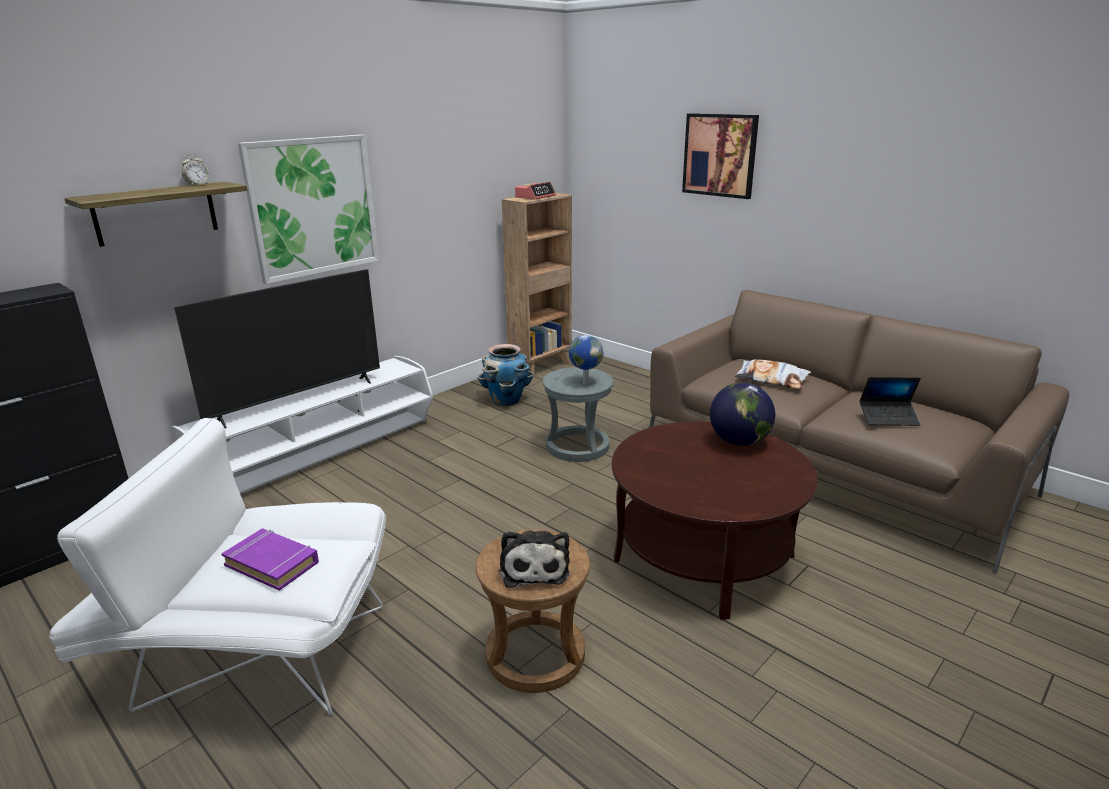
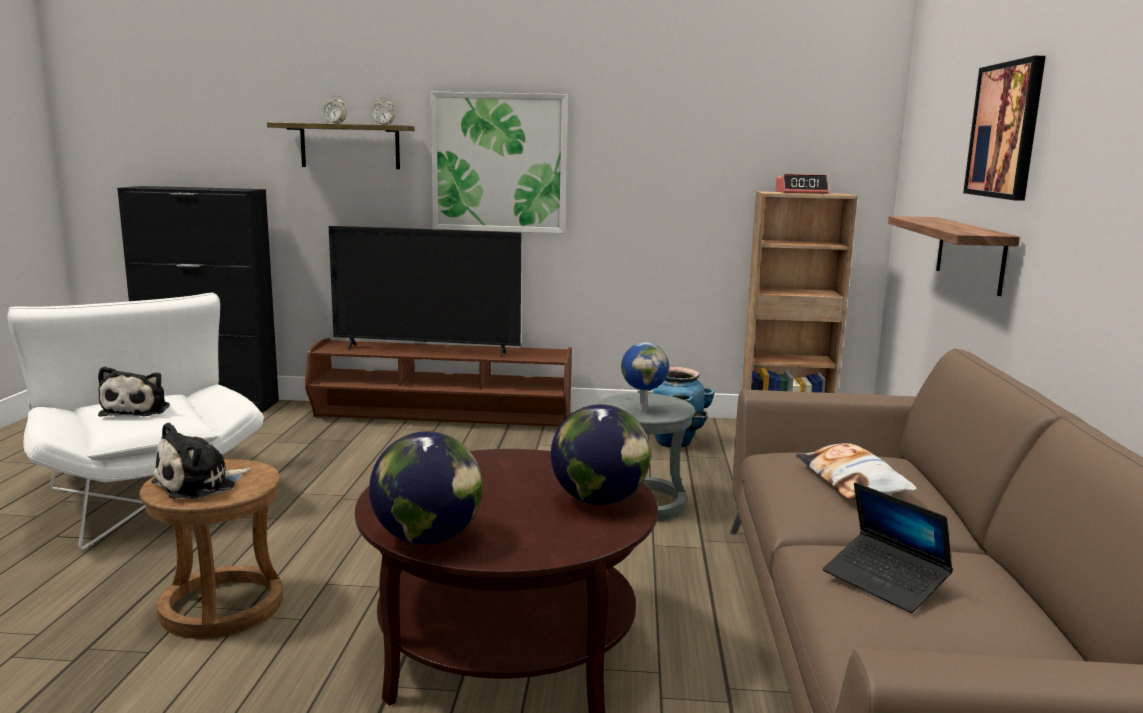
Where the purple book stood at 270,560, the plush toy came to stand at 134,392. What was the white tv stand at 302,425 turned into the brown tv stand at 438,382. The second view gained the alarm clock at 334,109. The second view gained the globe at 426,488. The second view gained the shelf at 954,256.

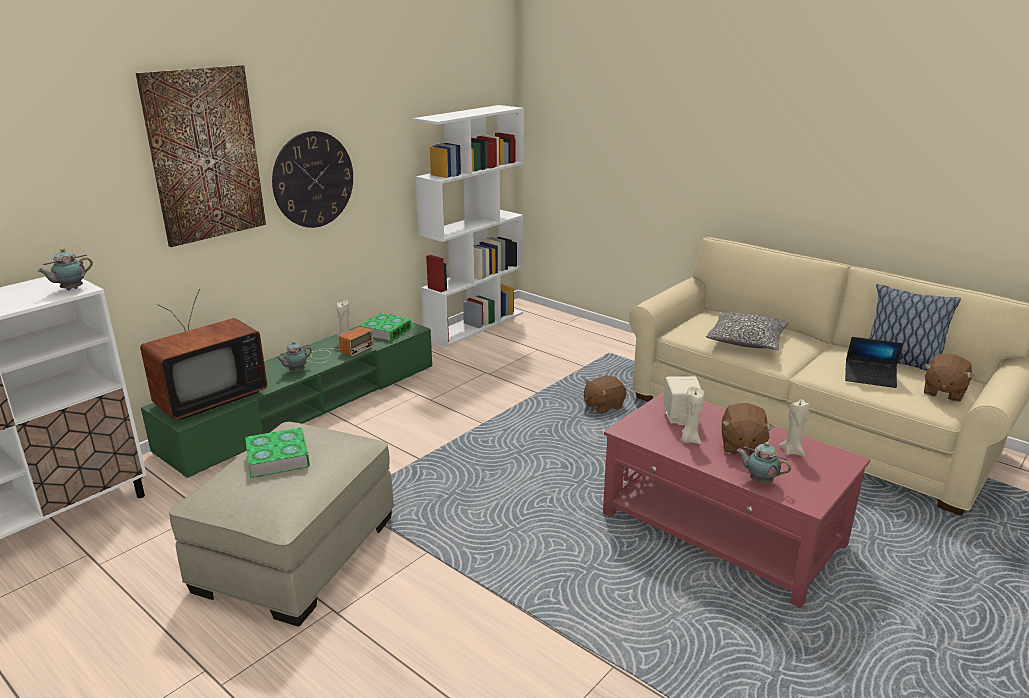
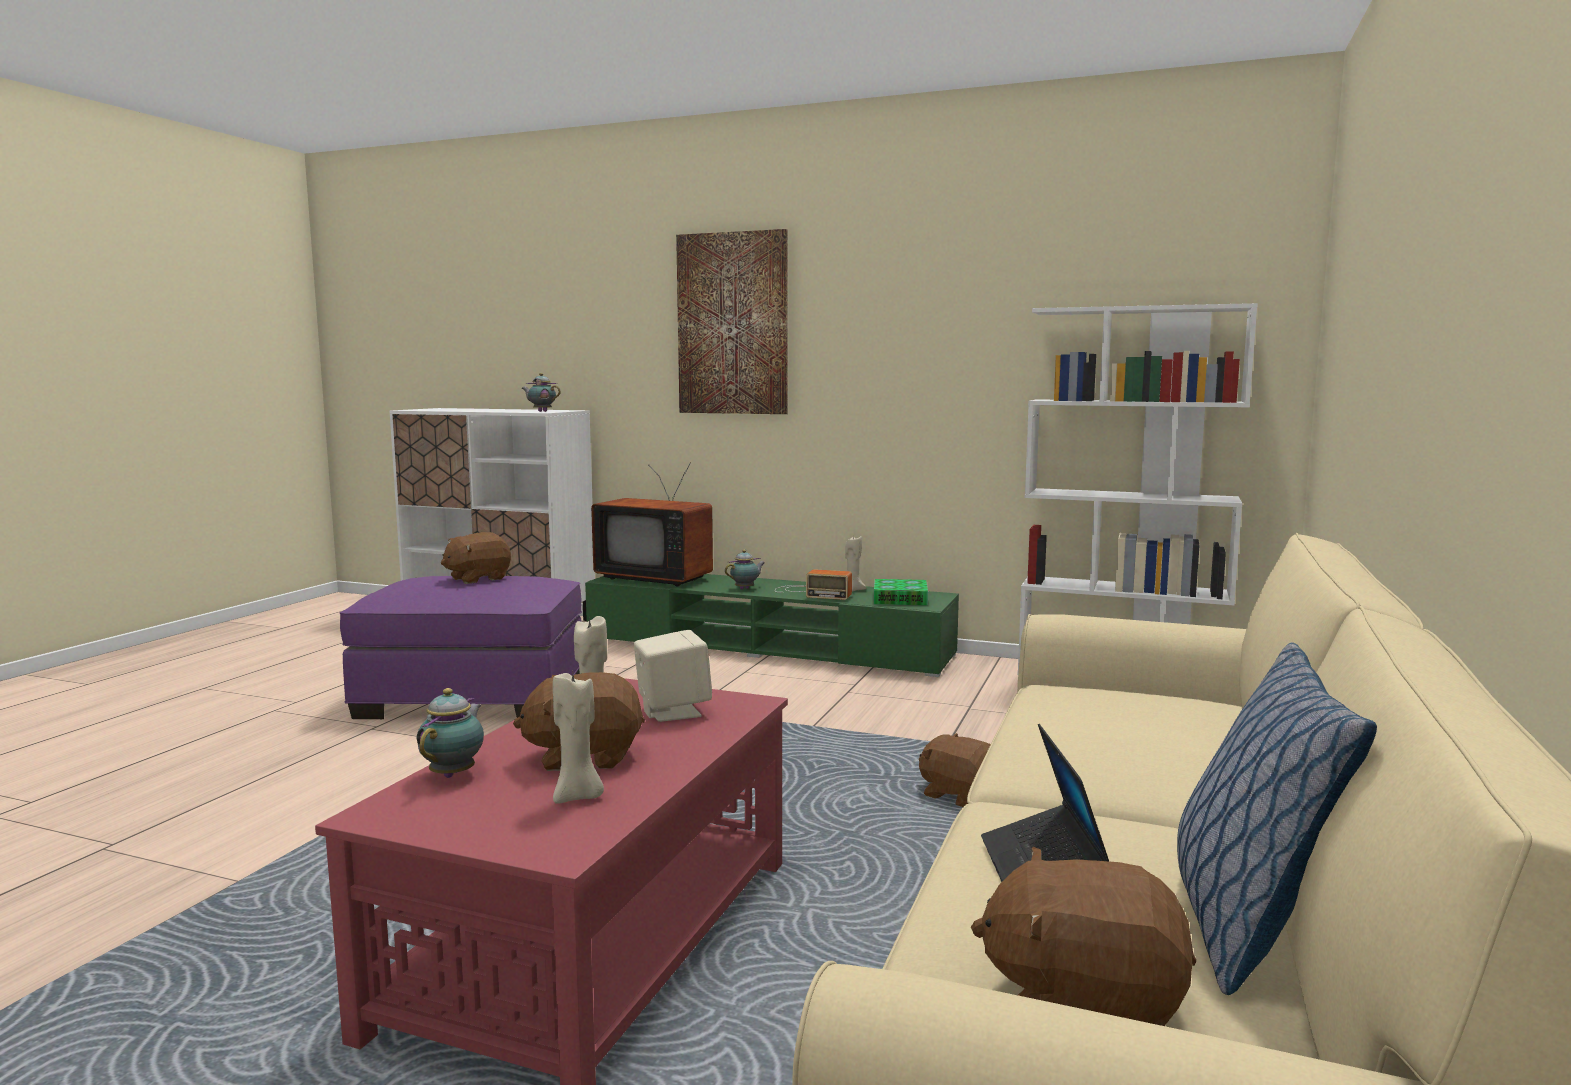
What was the beige ottoman at 281,524 turned into the purple ottoman at 460,647. Where the book stood at 277,453, the brown plush toy came to stand at 476,558. The teapot at 294,356 ended up facing another way, 120 degrees clockwise from before. The second view lost the wall clock at 312,179. The second view lost the pillow at 747,331.

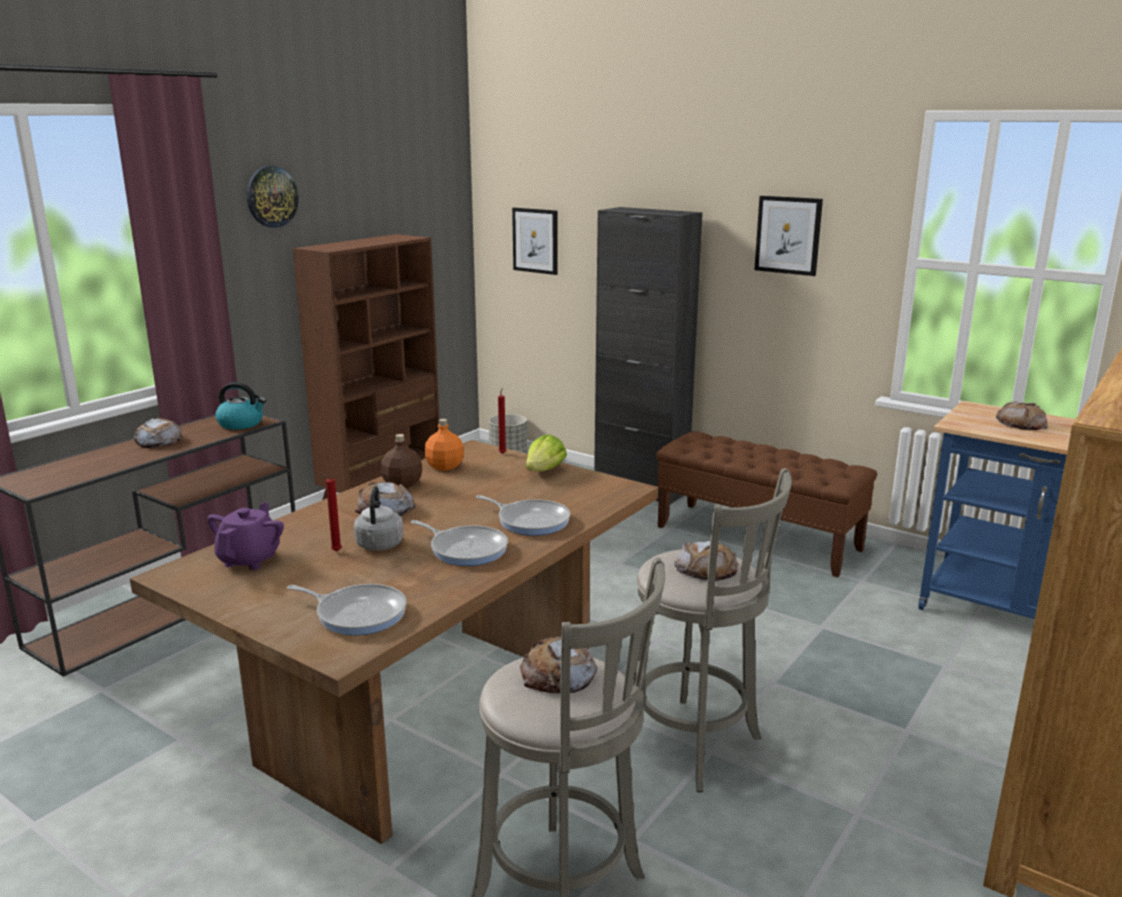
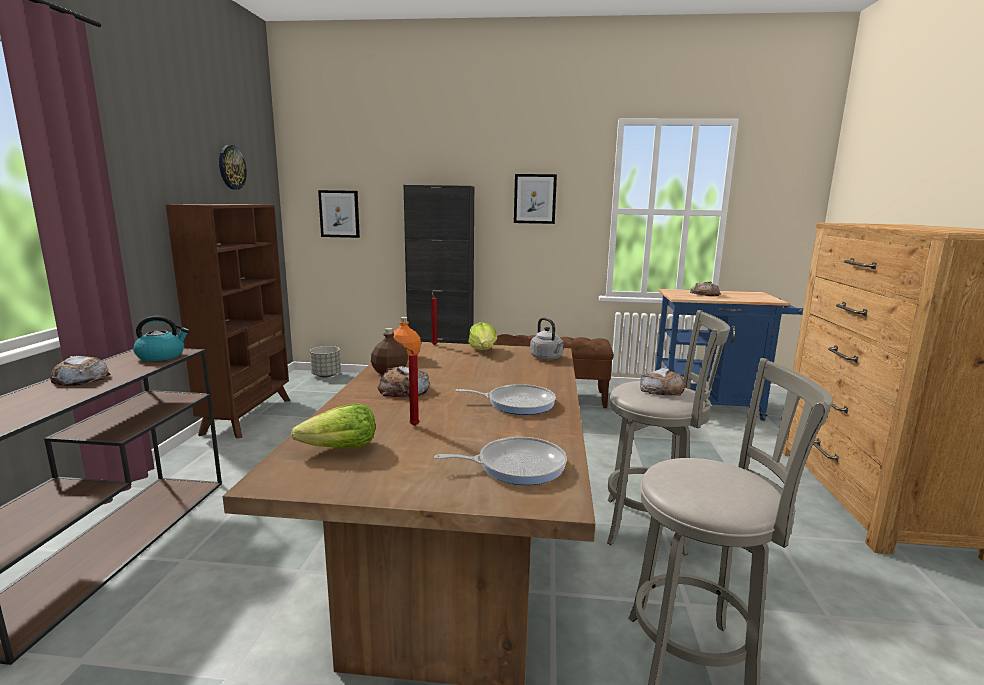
The wall clock ended up elsewhere, having gone from 273,197 to 233,167. Where the purple teapot stood at 245,536, the lettuce came to stand at 333,426. The grey kettle ended up elsewhere, having gone from 379,518 to 546,338. The second view lost the frying pan at 523,515. The second view lost the bread at 558,665.

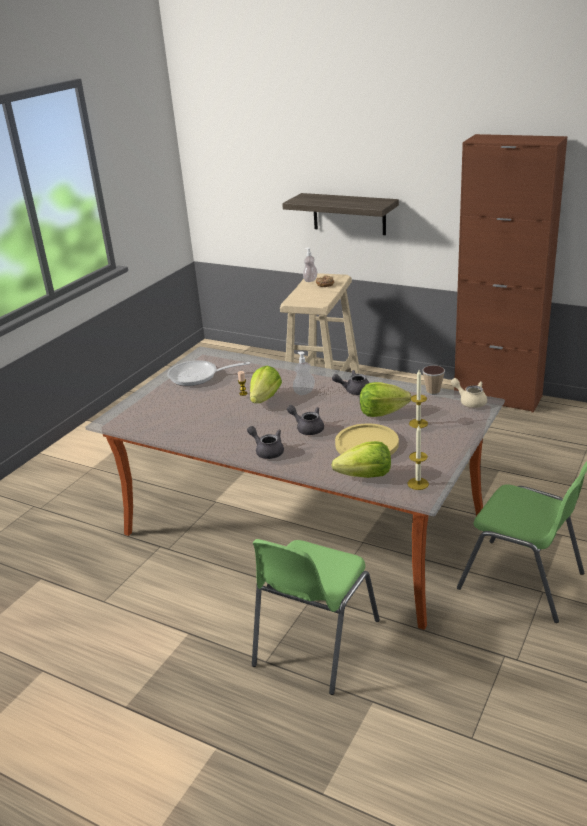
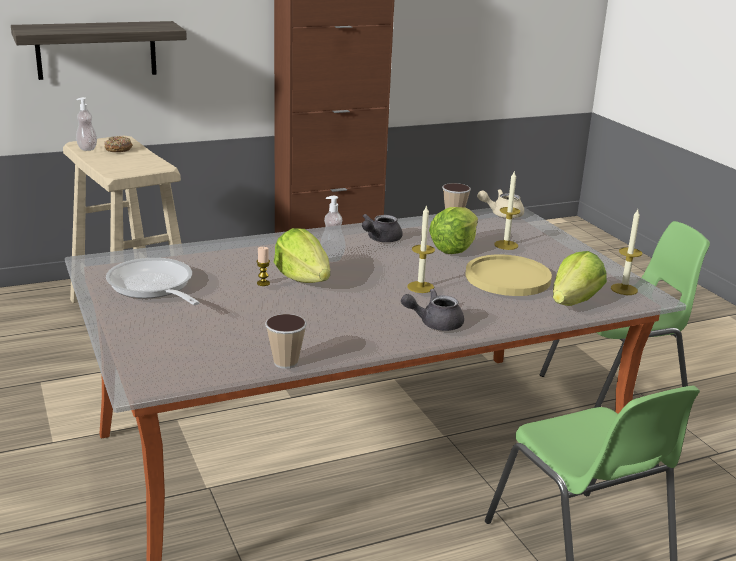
The frying pan at 208,373 ended up facing another way, 105 degrees clockwise from before. The second view gained the cup at 286,341. Where the grey teapot stood at 305,420, the candle came to stand at 421,249.

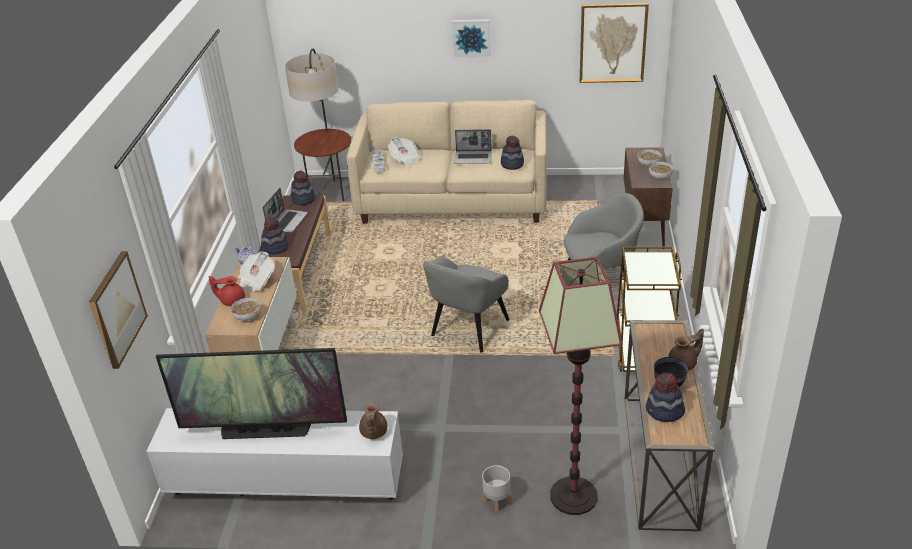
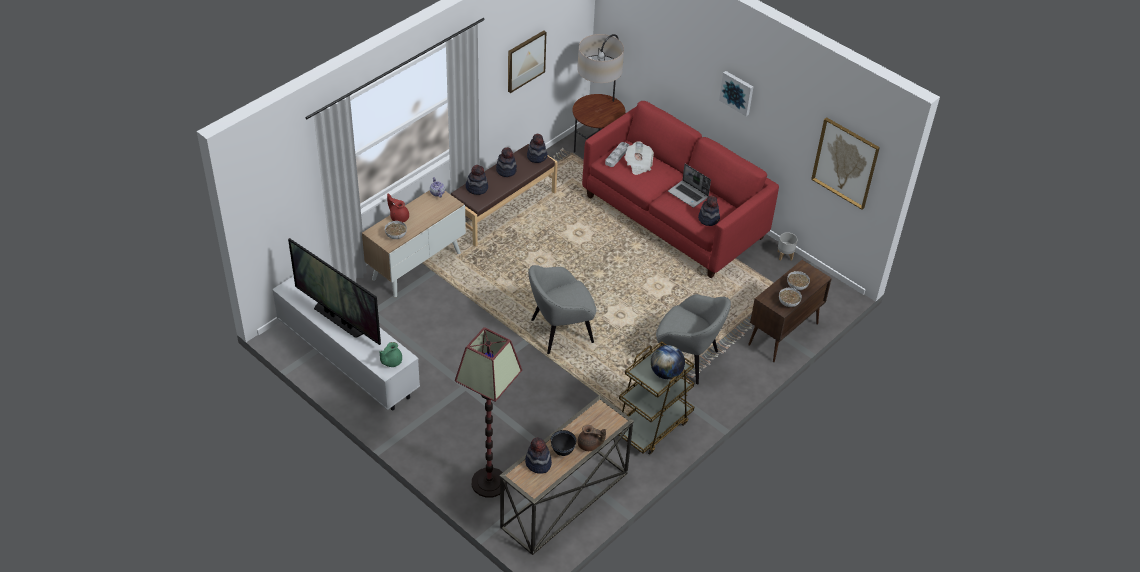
What was the brown teapot at 373,421 turned into the green teapot at 391,354. Where the laptop stood at 285,210, the hat came to stand at 506,162. The picture ended up elsewhere, having gone from 118,310 to 527,62. What was the beige sofa at 447,162 turned into the red sofa at 680,189. The second view gained the globe at 668,362. The grey planter ended up elsewhere, having gone from 496,488 to 788,246. The second view lost the newspaper at 256,272.

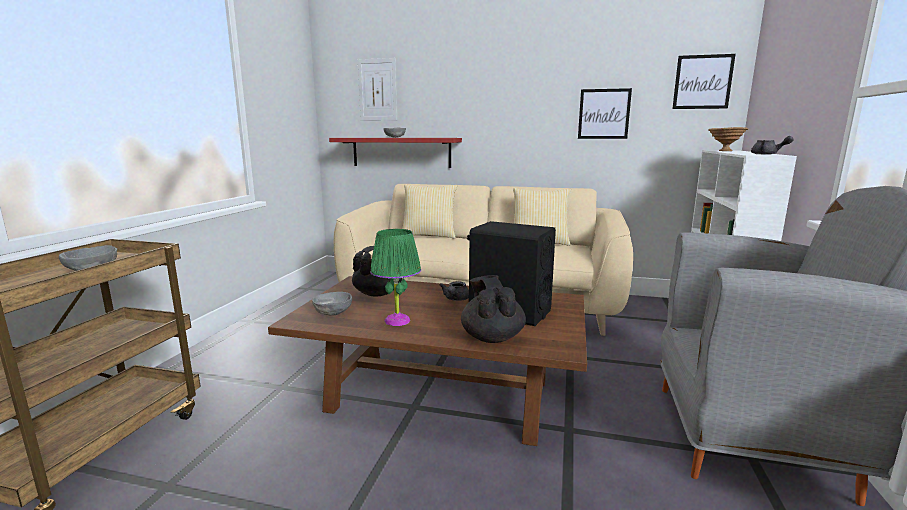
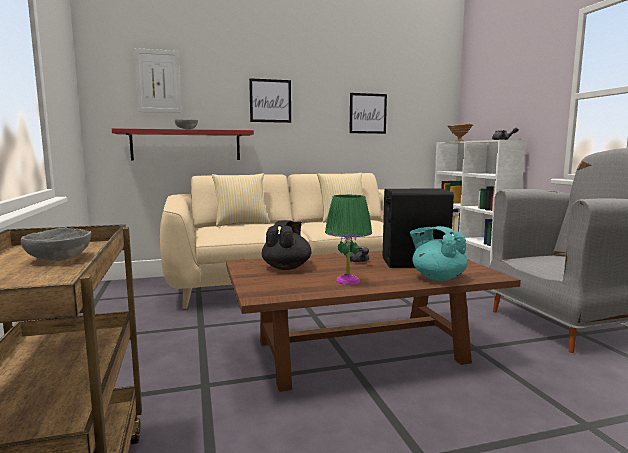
The picture ended up elsewhere, having gone from 704,81 to 270,100. What was the black teapot at 493,309 turned into the turquoise teapot at 439,253. The second view lost the grey bowl at 332,303.

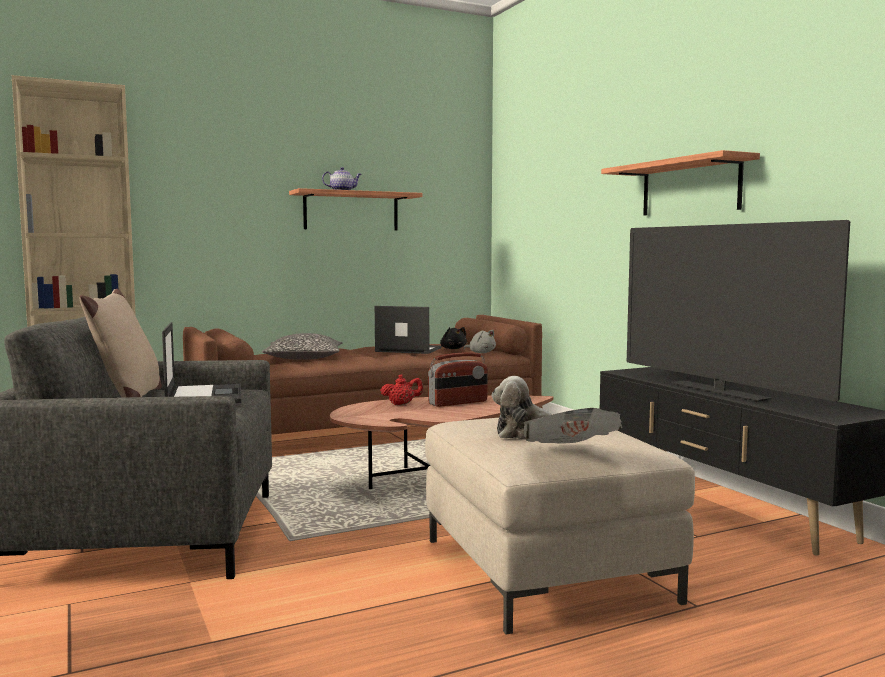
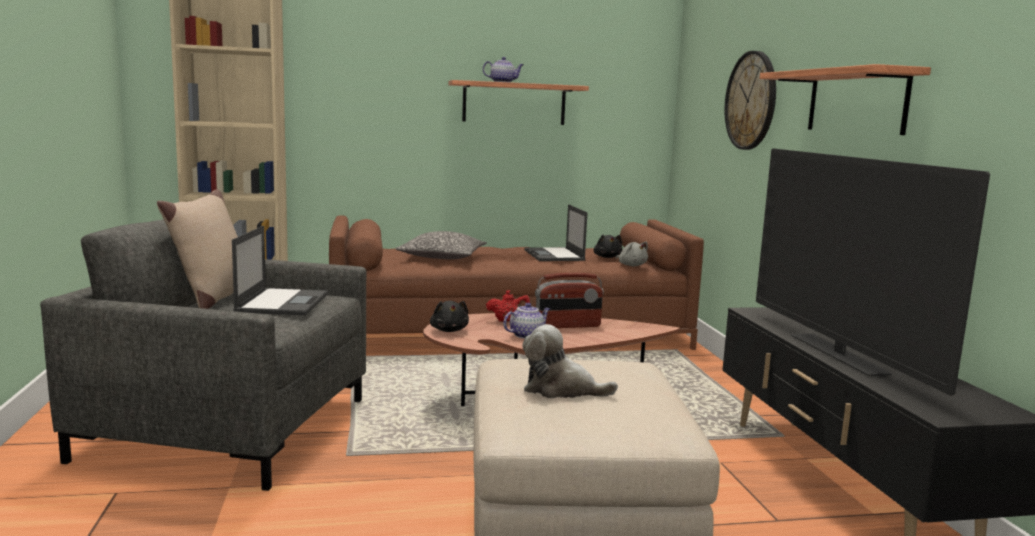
The second view gained the black plush toy at 449,316. The second view gained the teapot at 526,321. The laptop at 408,330 ended up facing another way, 135 degrees counterclockwise from before. The second view gained the wall clock at 750,100. The second view lost the newspaper at 572,426.

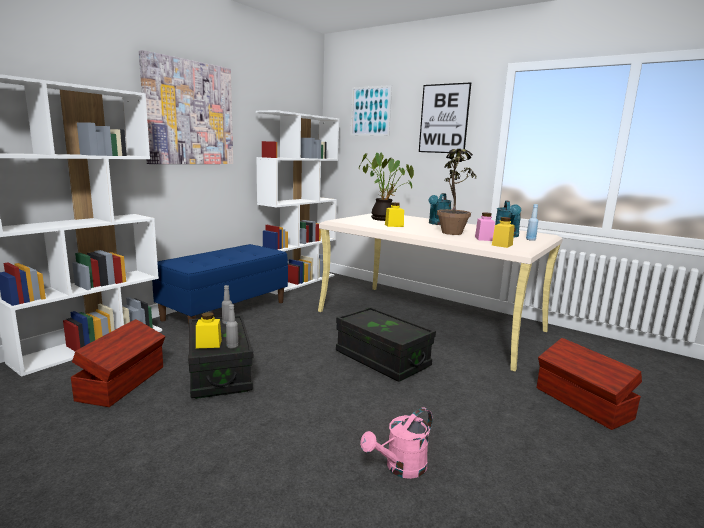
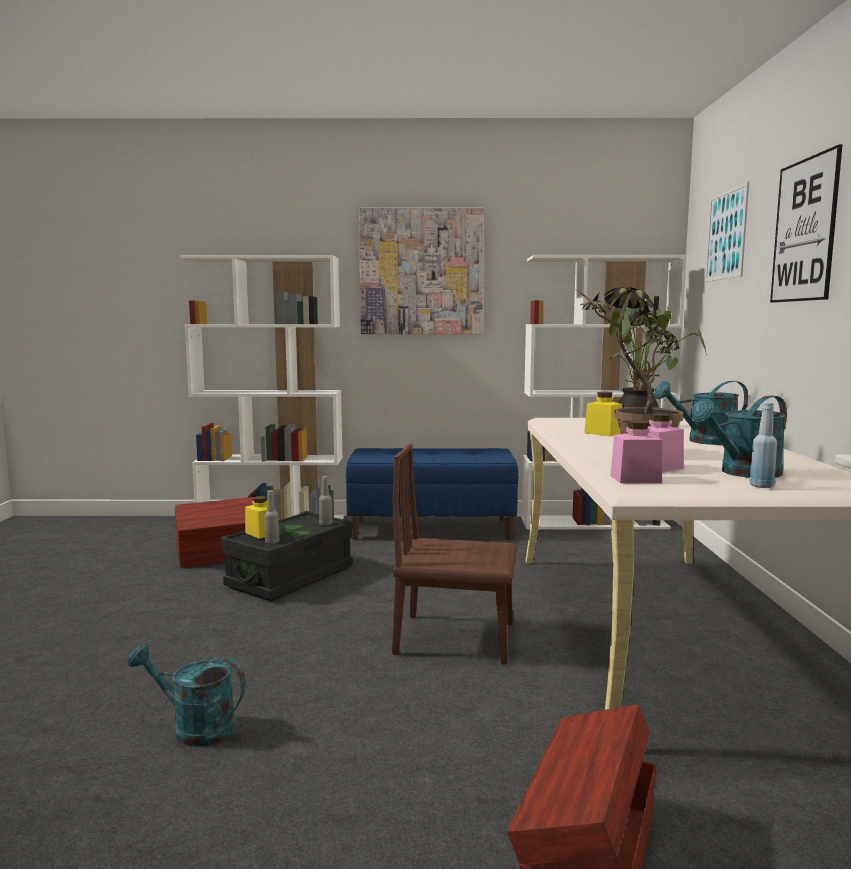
What was the pink watering can at 396,443 turned into the turquoise watering can at 187,695. Where the black storage box stood at 386,344, the brown chair came to stand at 454,554. What was the yellow jar at 503,232 turned into the pink jar at 636,451.

